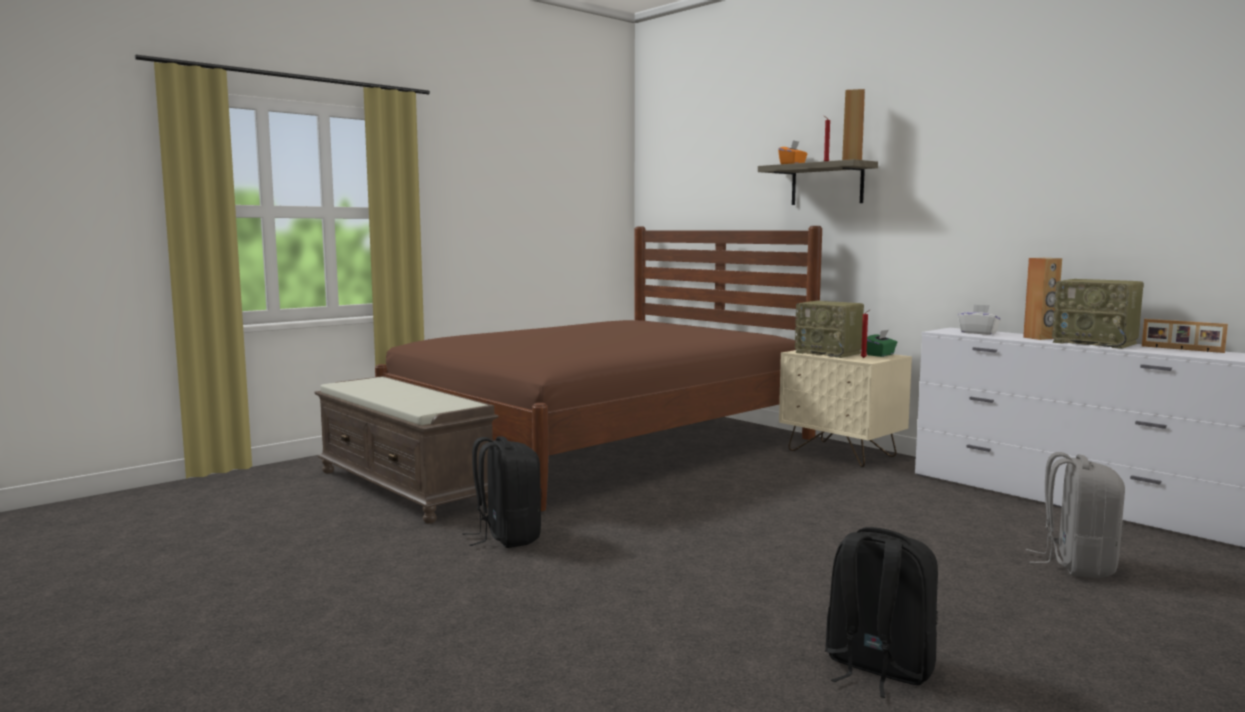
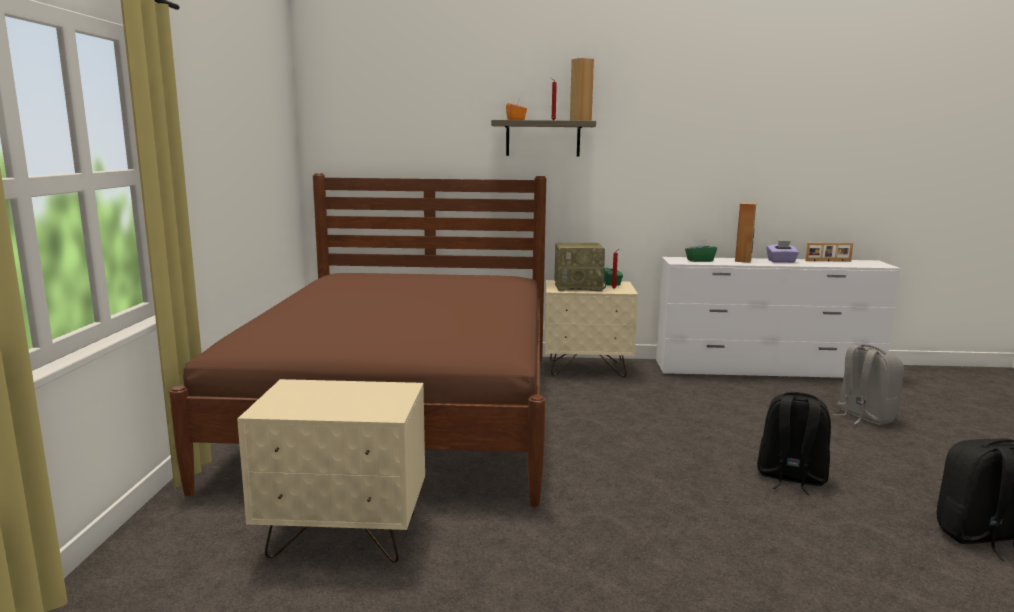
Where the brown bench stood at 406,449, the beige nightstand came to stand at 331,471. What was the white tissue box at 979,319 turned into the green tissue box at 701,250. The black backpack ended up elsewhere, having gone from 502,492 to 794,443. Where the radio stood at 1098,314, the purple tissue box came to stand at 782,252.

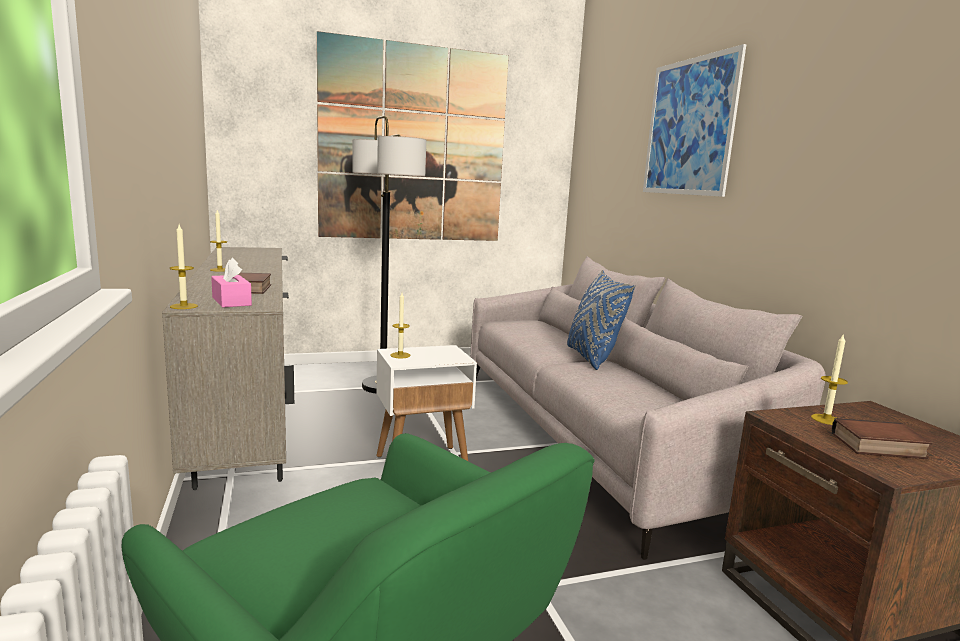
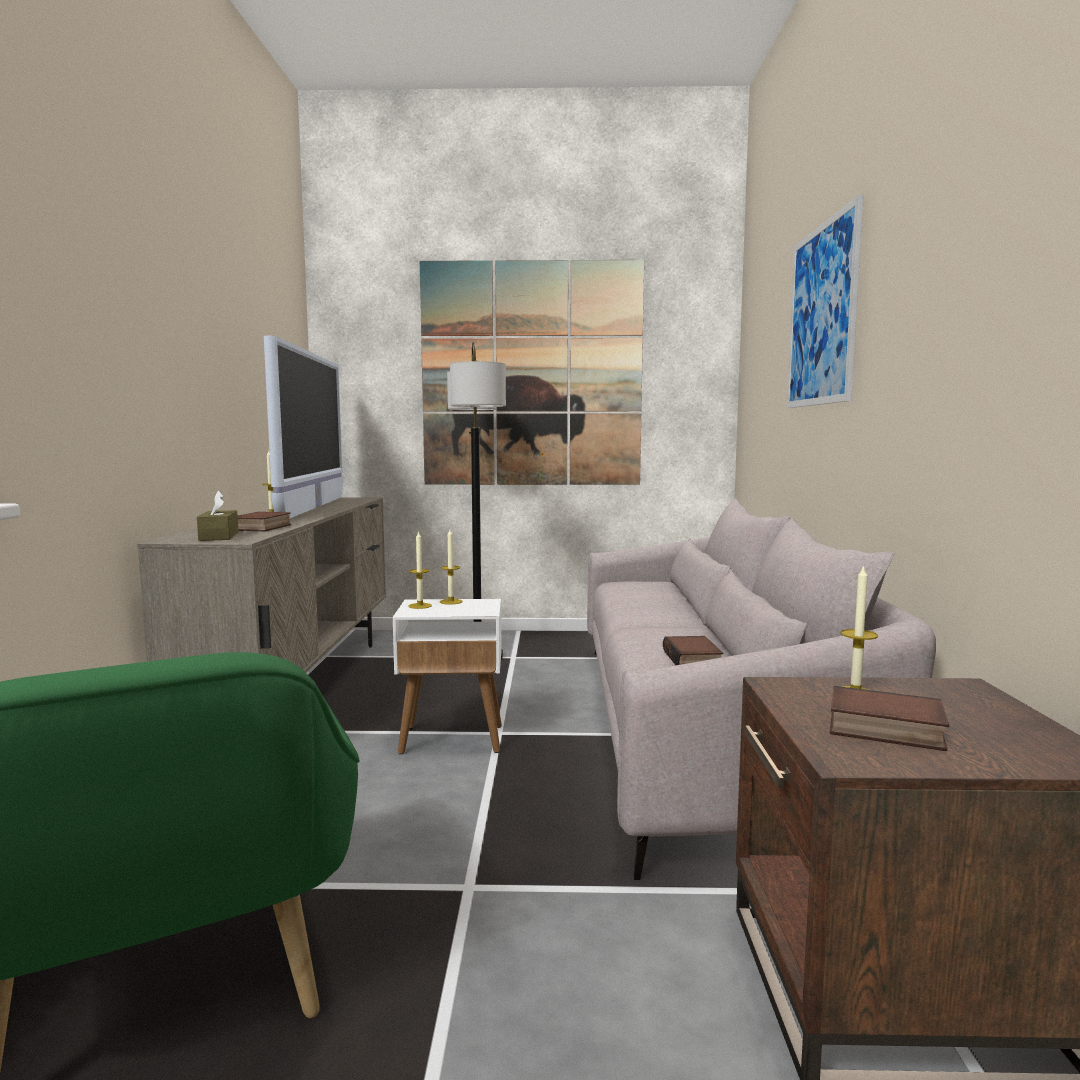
What was the pink tissue box at 231,282 turned into the brown tissue box at 217,515. The second view gained the television at 303,427. The candle ended up elsewhere, having gone from 184,266 to 451,567. The second view gained the book at 693,650. The second view lost the blue pillow at 601,320.

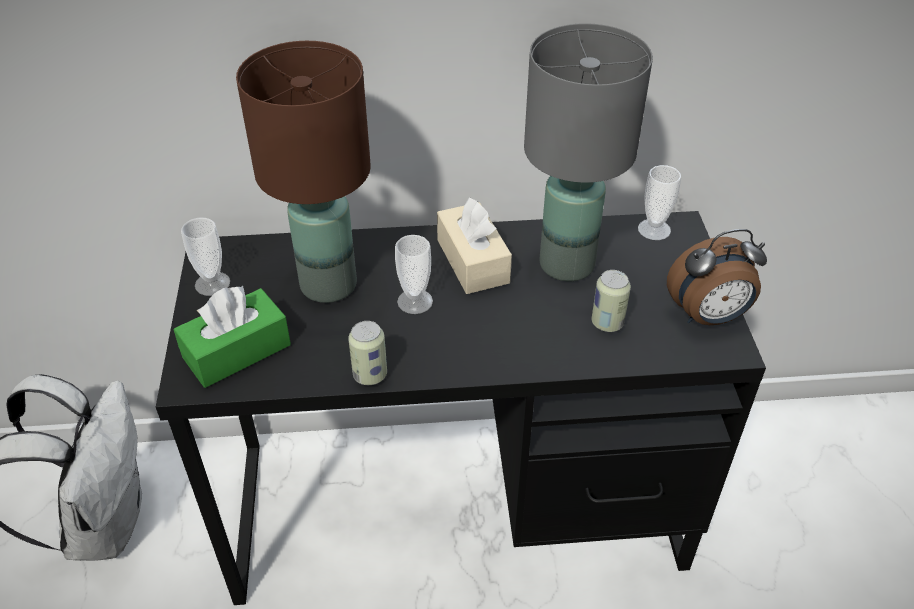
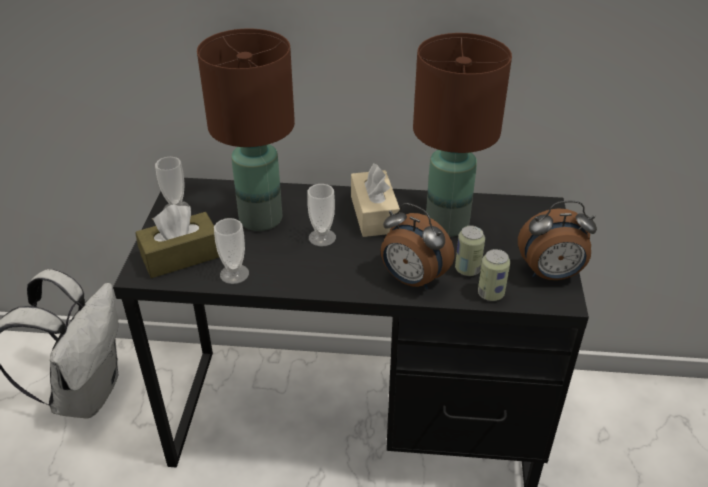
What was the green tissue box at 232,337 turned into the brown tissue box at 177,241. The cup ended up elsewhere, having gone from 659,202 to 231,251. The second view gained the alarm clock at 418,246. What was the grey table lamp at 588,152 turned into the brown table lamp at 462,135. The can ended up elsewhere, having gone from 367,353 to 494,275.

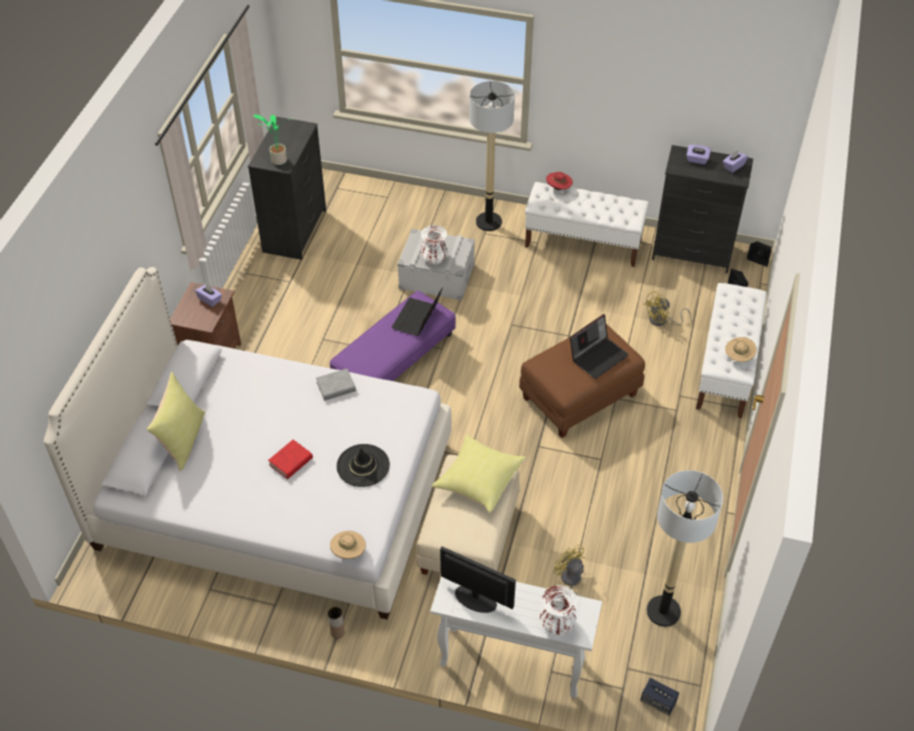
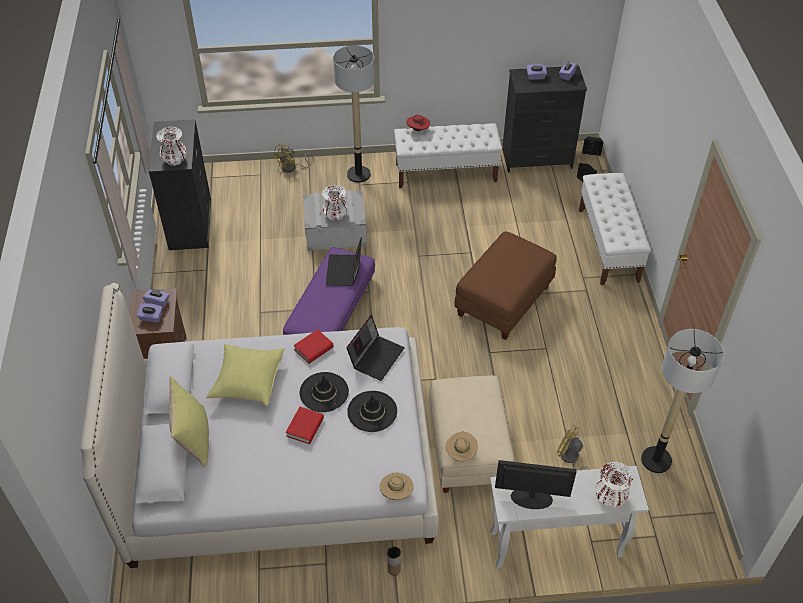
The second view gained the purple tissue box at 149,313. Where the potted plant stood at 271,140, the white vase came to stand at 171,146. The yellow pillow ended up elsewhere, having gone from 479,474 to 245,375. The yellow fan ended up elsewhere, having gone from 667,308 to 293,158. What was the grey book at 336,384 turned into the red book at 314,346. The second view gained the black hat at 324,392. The laptop ended up elsewhere, having gone from 599,346 to 376,348. The beige hat ended up elsewhere, having gone from 741,349 to 462,446. The second view lost the speaker at 659,697.

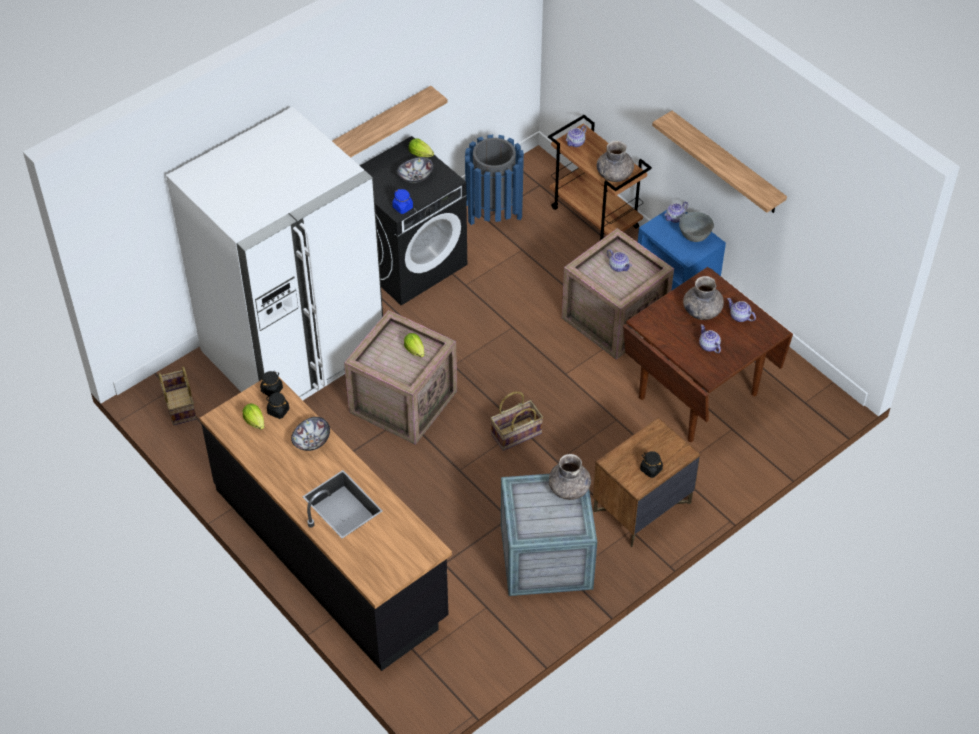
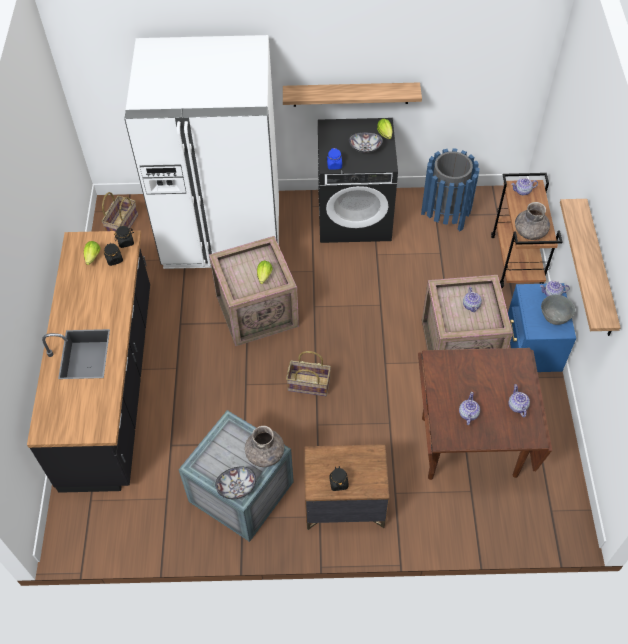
The bowl ended up elsewhere, having gone from 310,434 to 235,483. The second view lost the grey vase at 703,298.

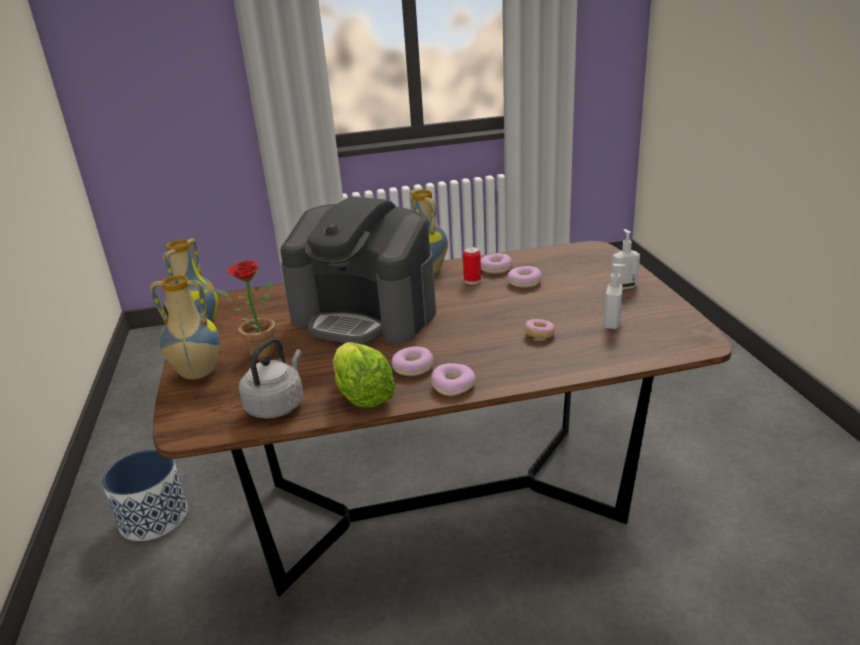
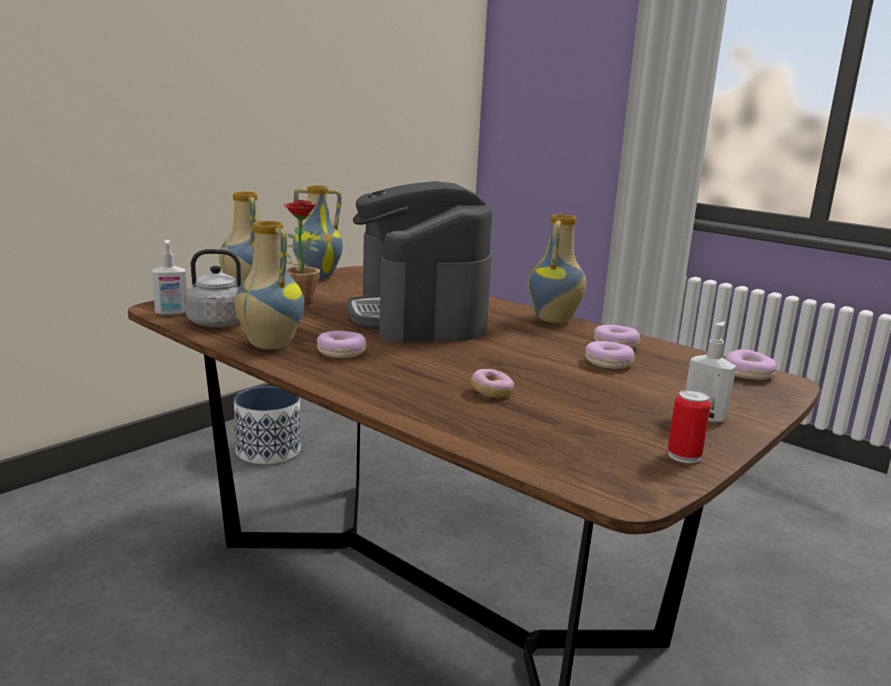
The soap dispenser ended up elsewhere, having gone from 615,296 to 169,277. Where the lettuce stood at 364,375, the vase came to stand at 269,285. The can ended up elsewhere, having gone from 472,265 to 689,426. The donut ended up elsewhere, having gone from 453,379 to 751,364.

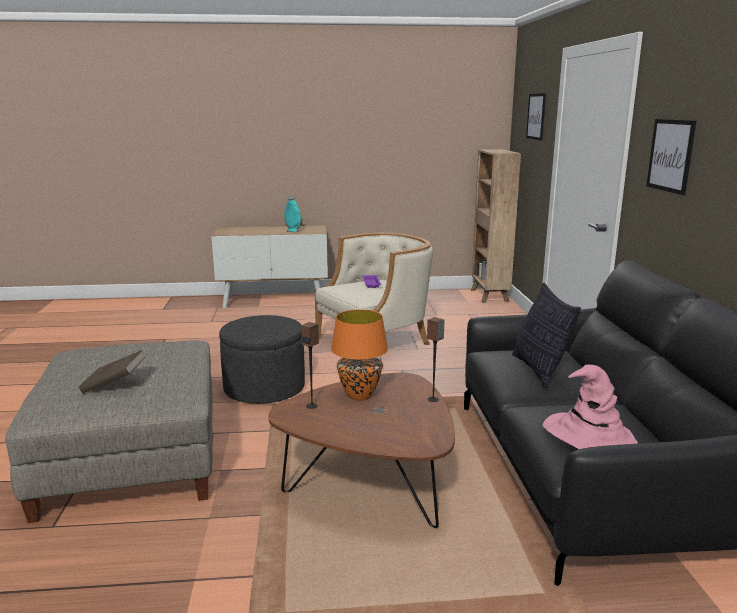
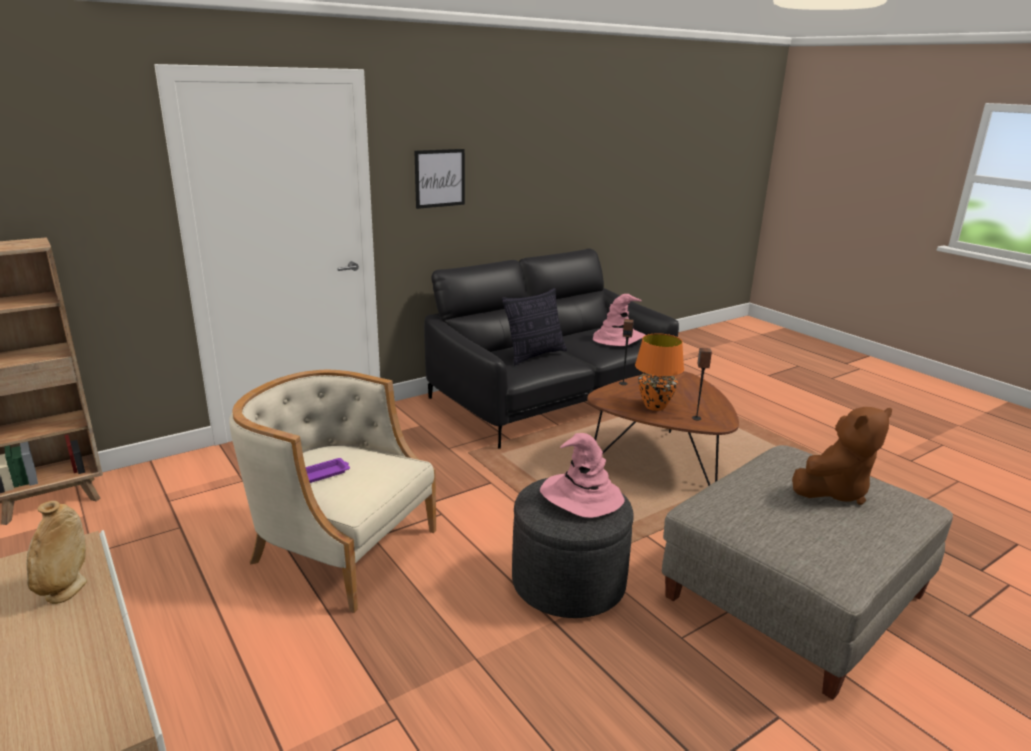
What was the turquoise vase at 293,214 turned into the beige vase at 56,552. The second view gained the pink hat at 582,475. Where the brown book stood at 112,371, the brown plush toy came to stand at 842,456. The second view lost the picture at 536,116.

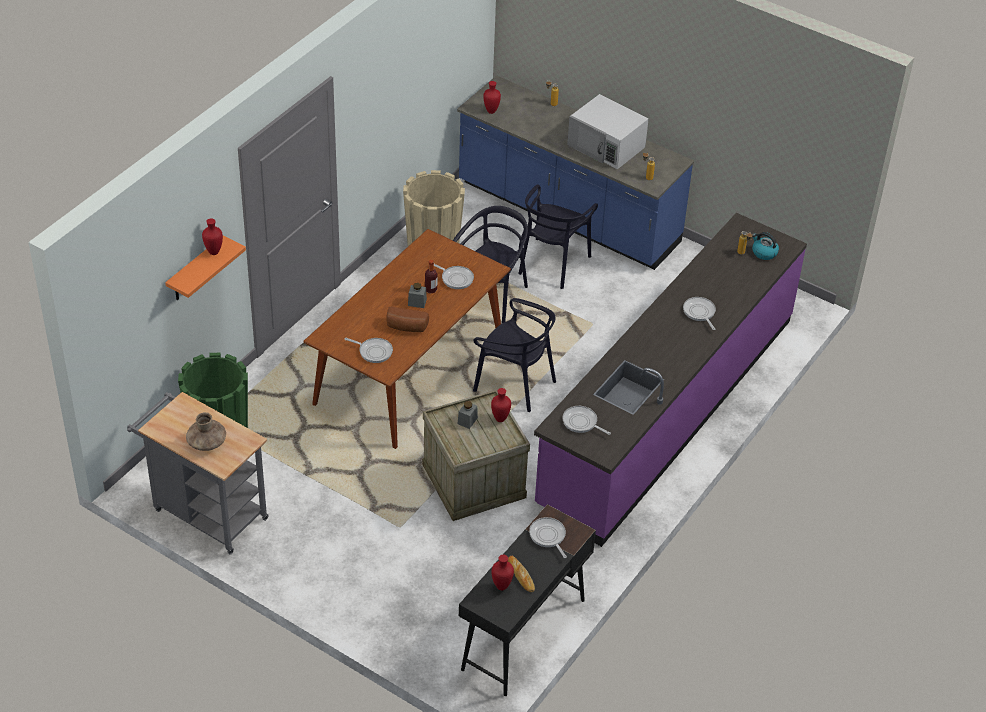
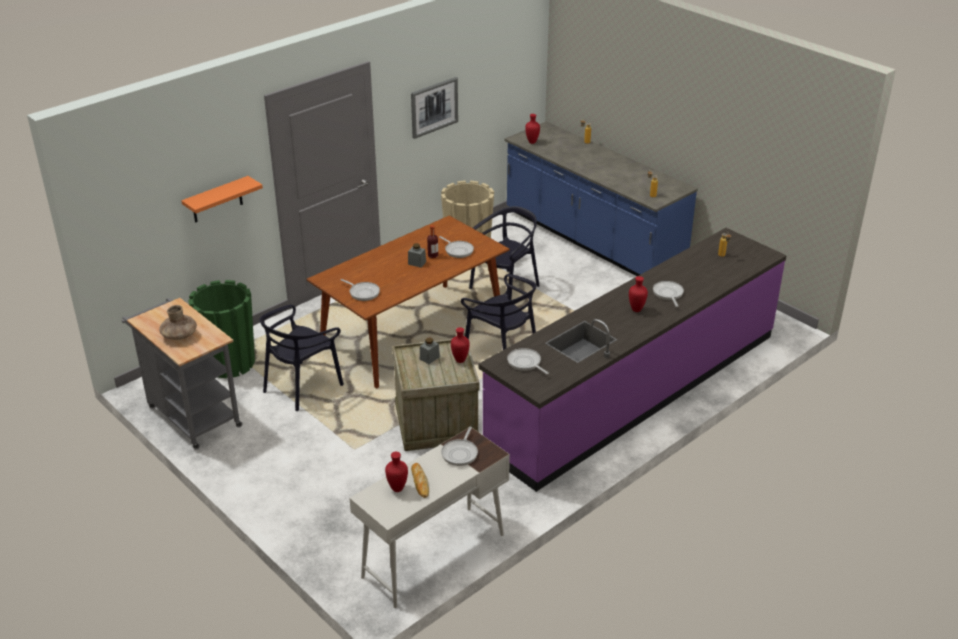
The black chair ended up elsewhere, having gone from 558,237 to 302,358. What was the black desk at 527,600 turned into the white desk at 430,518. The second view gained the picture at 434,108. The frying pan at 548,537 ended up facing another way, 150 degrees counterclockwise from before. The red vase ended up elsewhere, having gone from 212,236 to 638,294. The second view lost the bread at 408,319. The second view lost the white microwave at 608,131. The second view lost the kettle at 765,246.

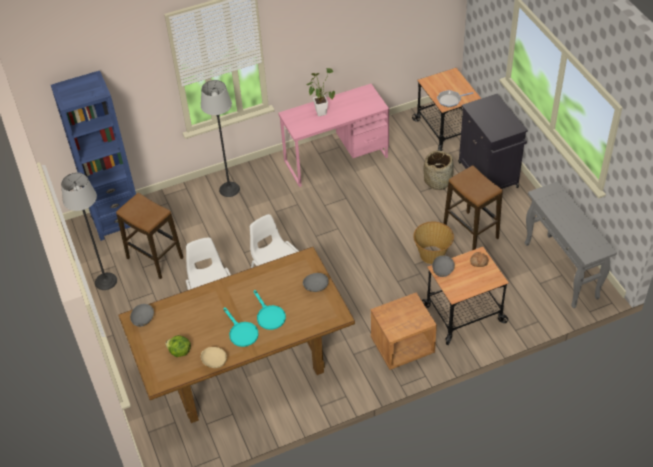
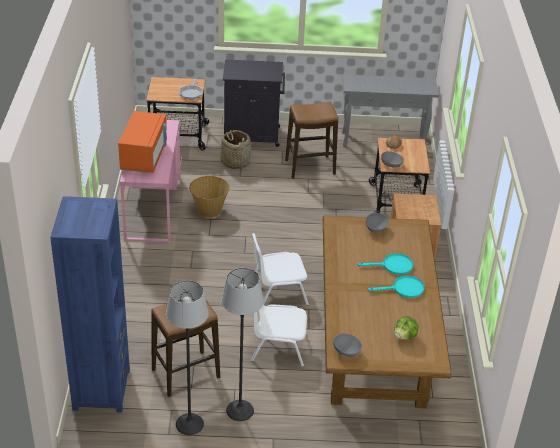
Where the potted plant stood at 321,92, the orange microwave came to stand at 142,142. The basket ended up elsewhere, having gone from 433,242 to 209,197. The floor lamp ended up elsewhere, having gone from 220,138 to 243,344. The second view lost the beige bowl at 213,357.

